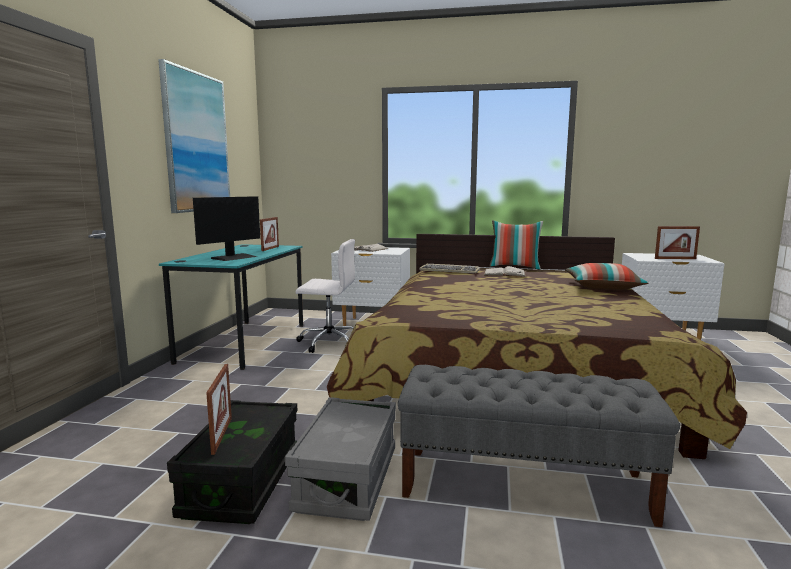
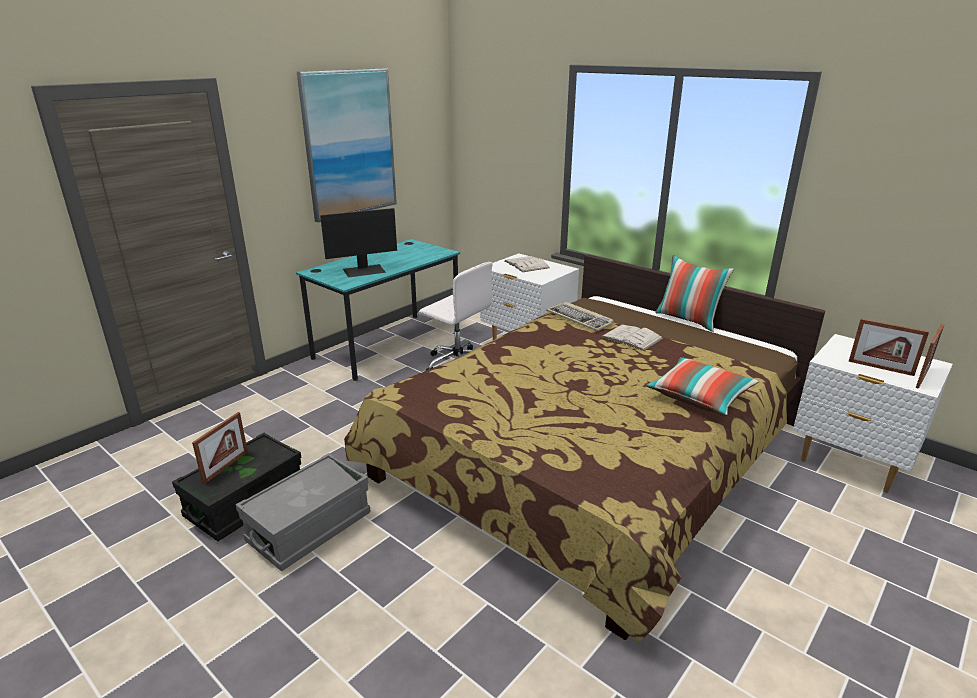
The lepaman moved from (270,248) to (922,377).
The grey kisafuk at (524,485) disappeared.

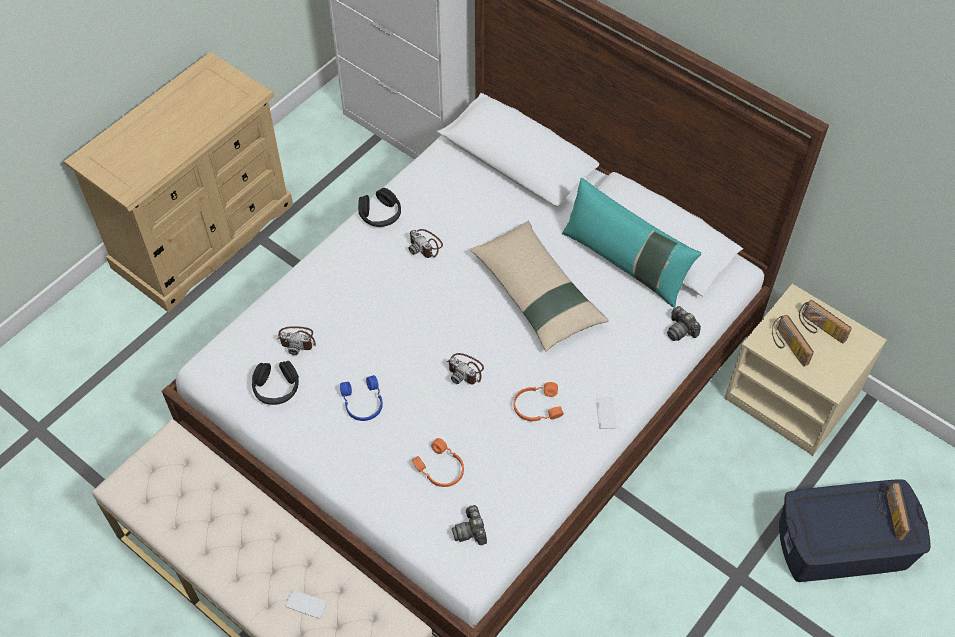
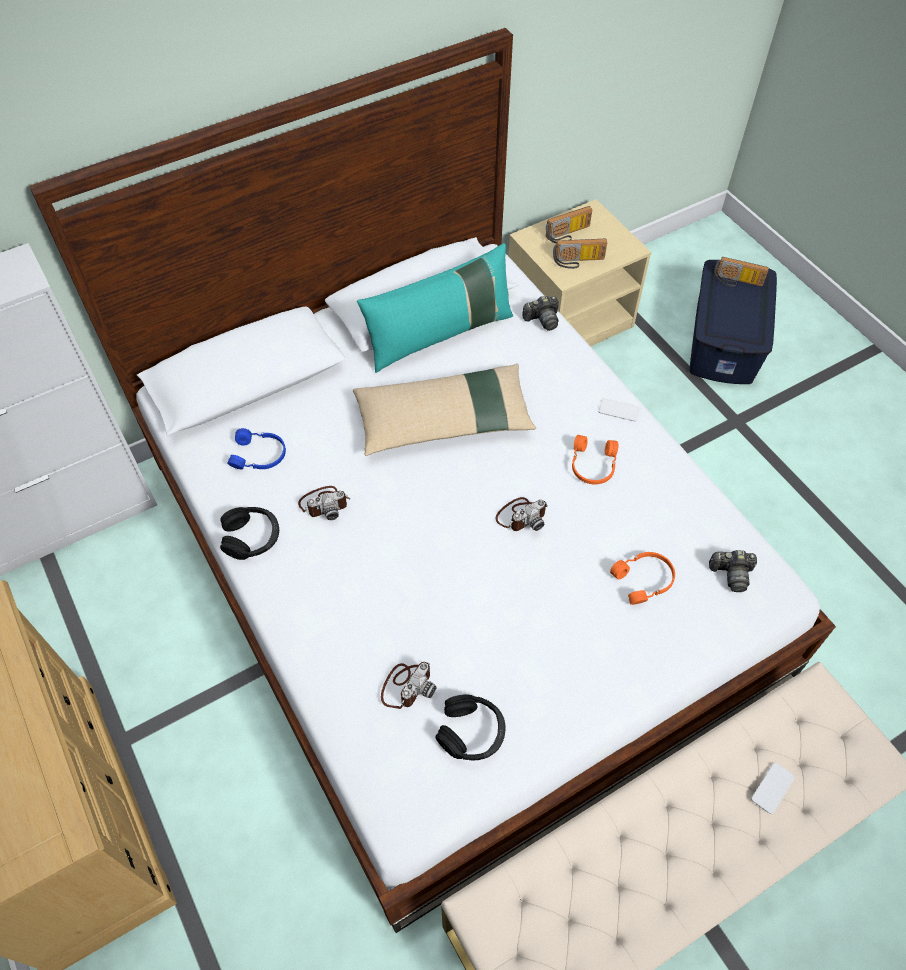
The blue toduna moved from (362,403) to (259,456).

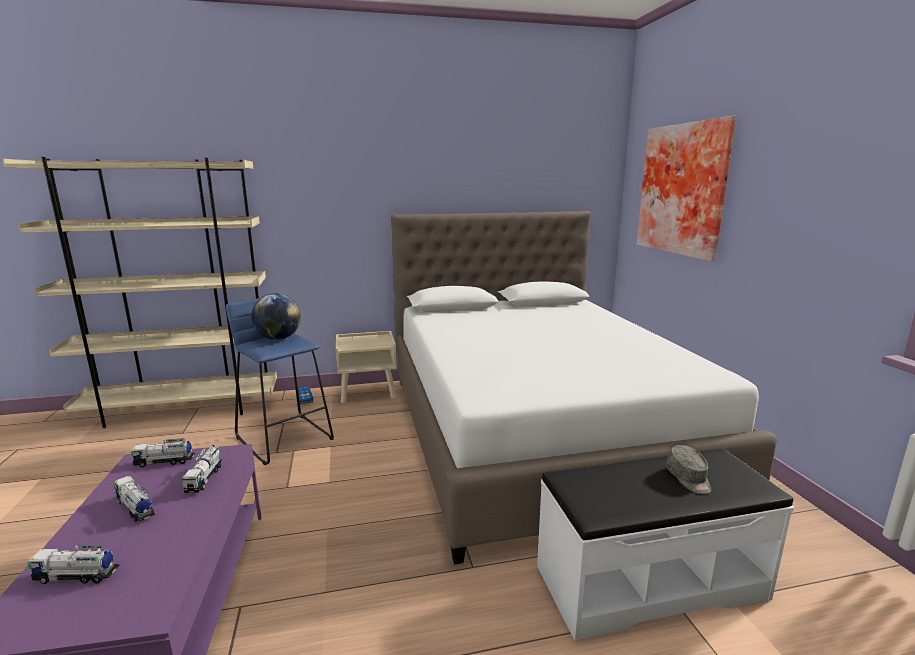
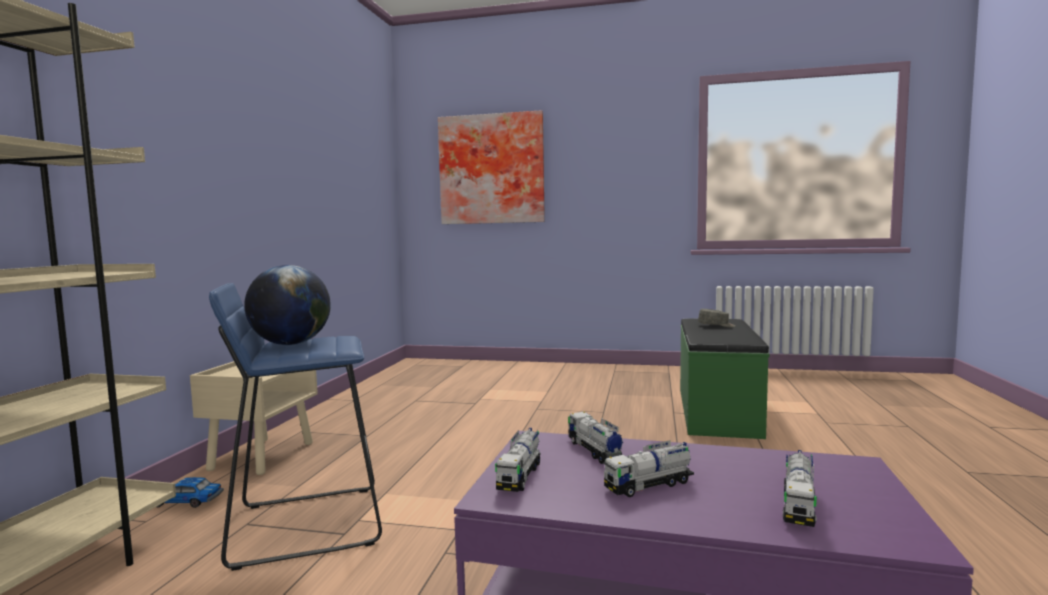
The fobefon at (204,478) turned 135 degrees counterclockwise.
The white kisafuk at (648,581) became the green kisafuk at (716,411).
The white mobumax at (535,432) disappeared.

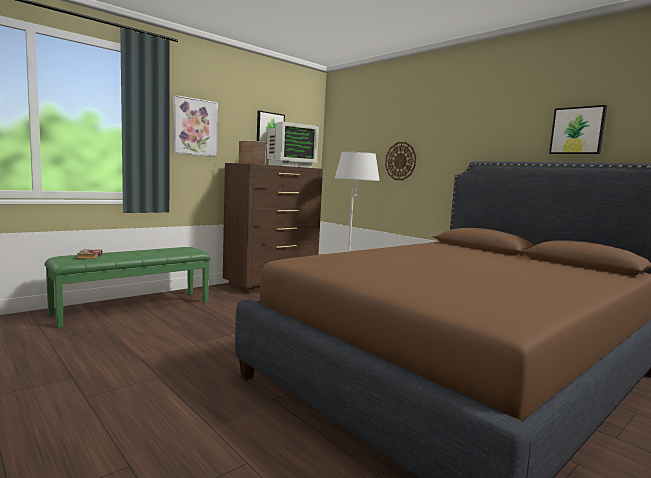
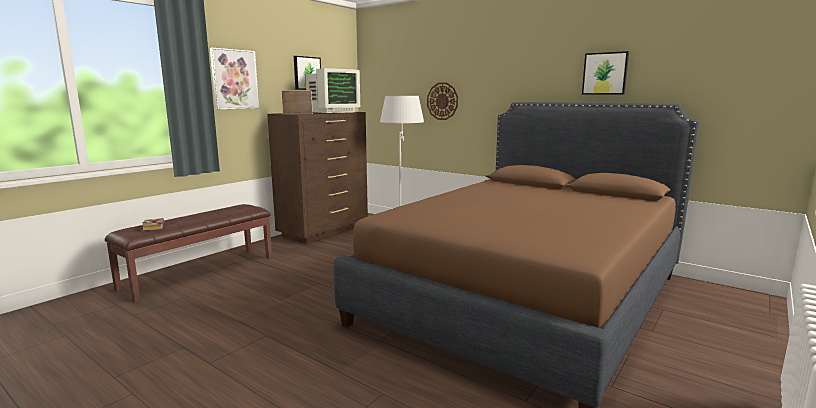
The green kisafuk at (134,308) became the brown kisafuk at (200,272).

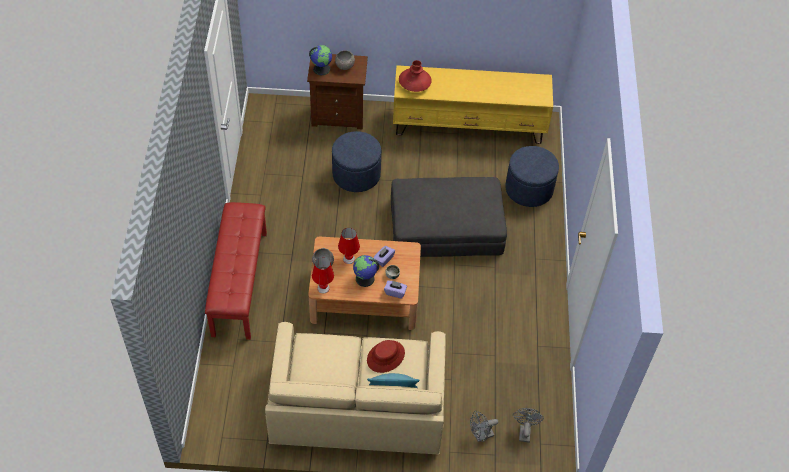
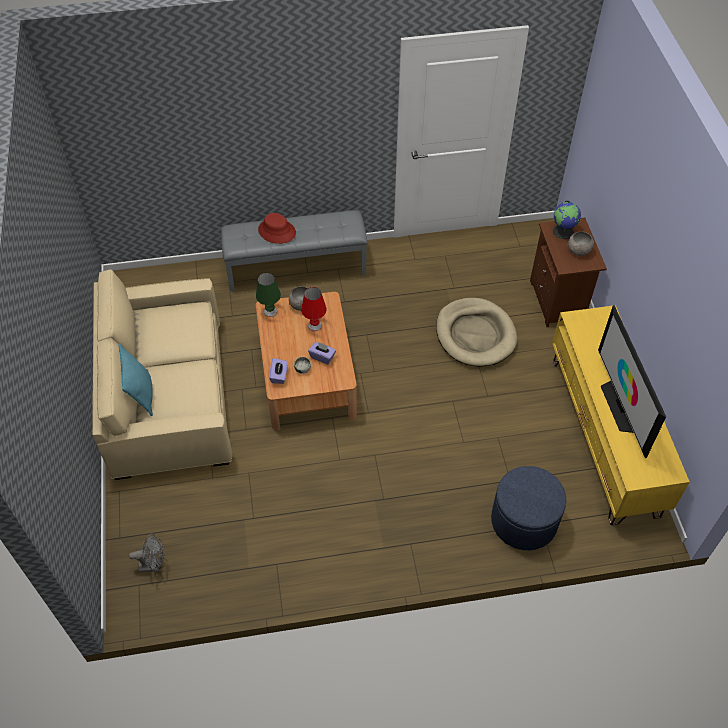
The red kisafuk at (239,283) became the grey kisafuk at (296,267).
The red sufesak at (323,288) became the green sufesak at (270,311).
The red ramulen moved from (386,357) to (277,231).
The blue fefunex at (356,174) was replaced by the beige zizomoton at (475,335).
The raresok at (621,406) appeared.
The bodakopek at (365,279) disappeared.
The grey fefunex at (446,226) disappeared.
The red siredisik at (414,84) disappeared.
The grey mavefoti at (481,436) disappeared.

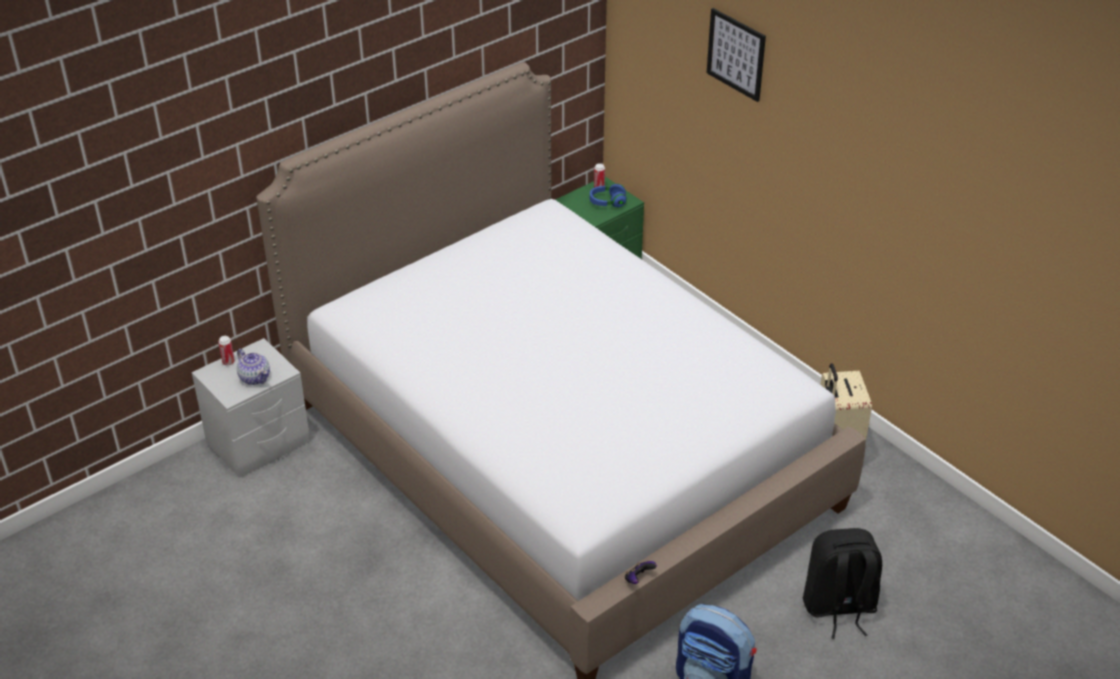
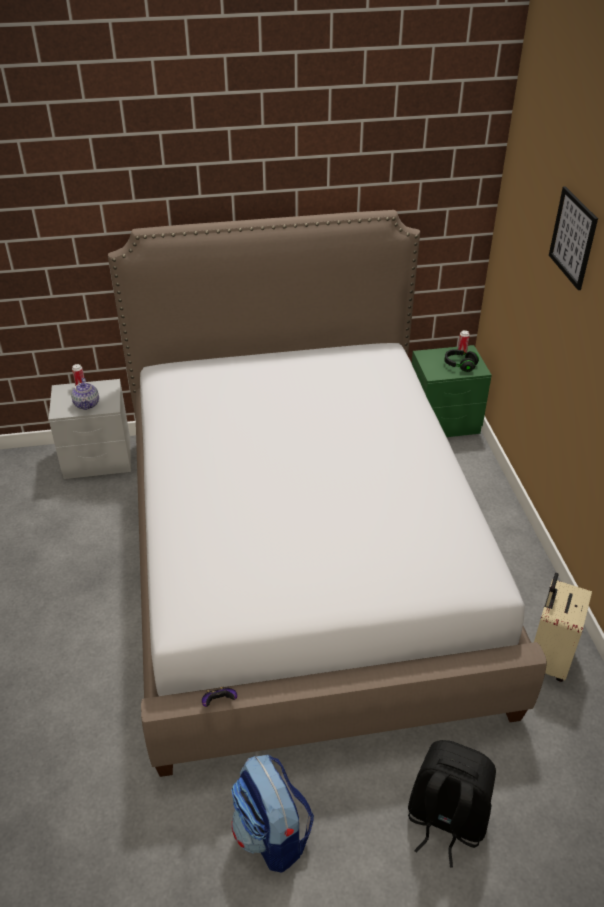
The blue toduna at (607,202) became the black toduna at (460,365).

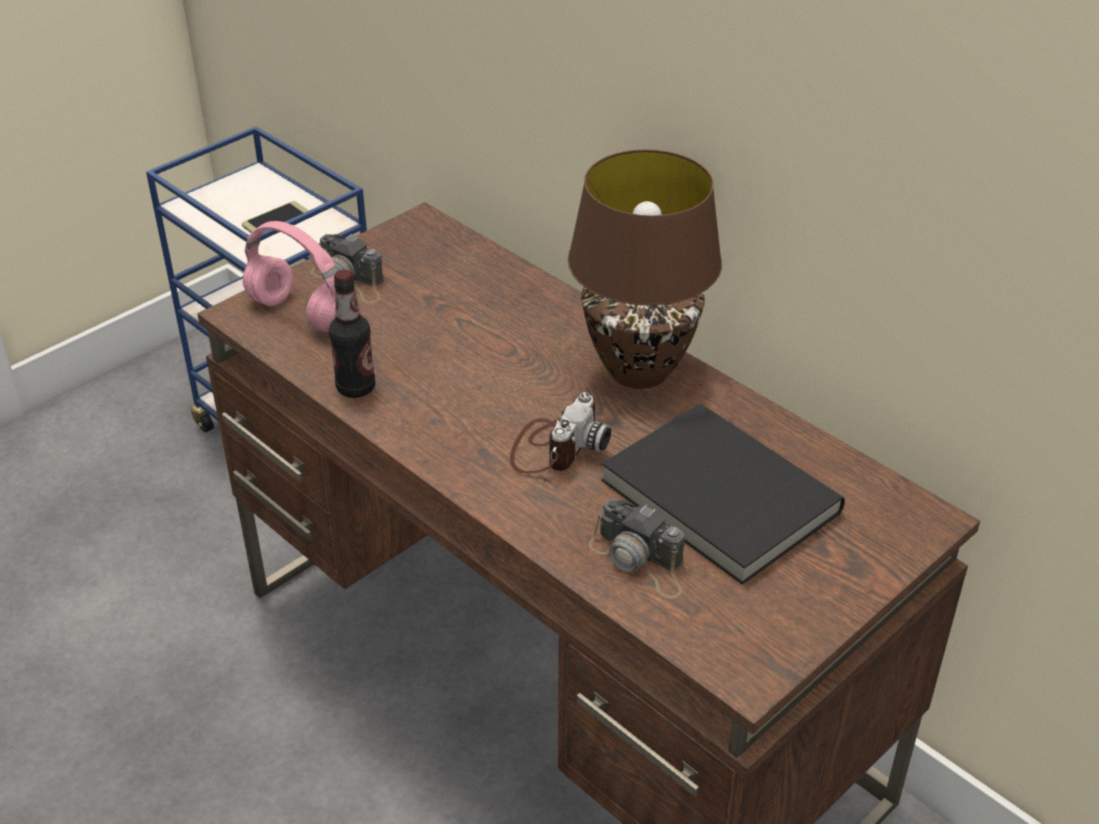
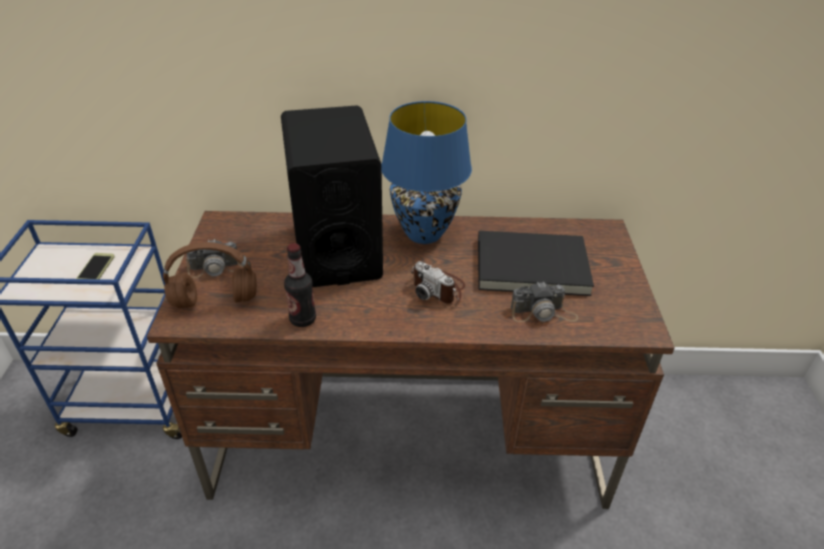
The pink toduna at (302,314) became the brown toduna at (216,300).
The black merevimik at (336,250) appeared.
The brown sufesak at (637,371) became the blue sufesak at (424,234).
The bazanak at (555,446) turned 150 degrees clockwise.

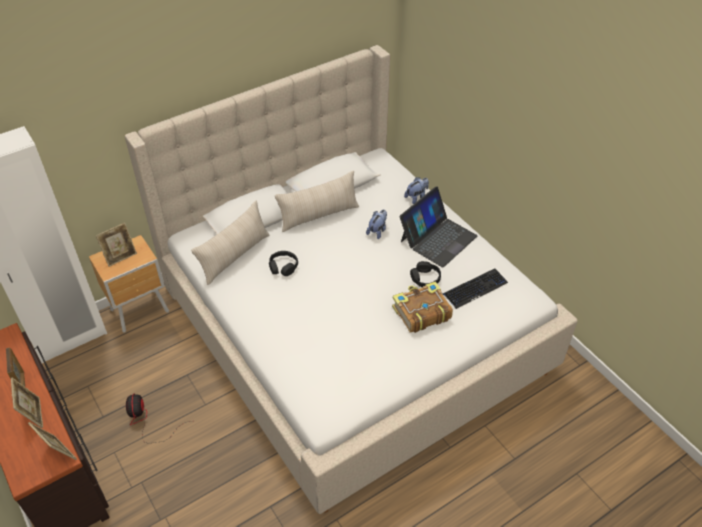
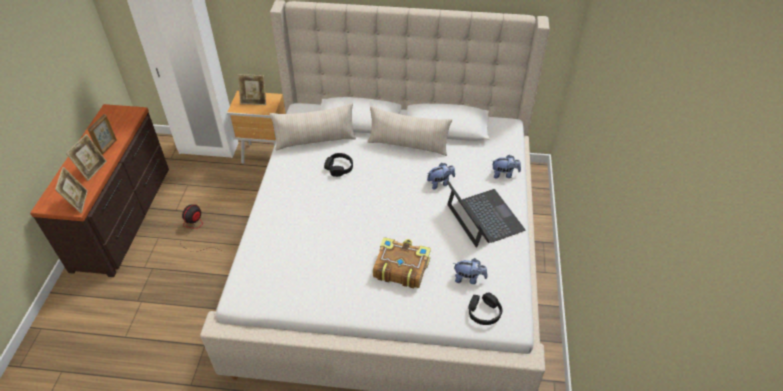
The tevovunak at (437,238) turned 105 degrees counterclockwise.
The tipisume at (475,289) was replaced by the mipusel at (468,278).
The black toduna moved from (425,278) to (484,312).

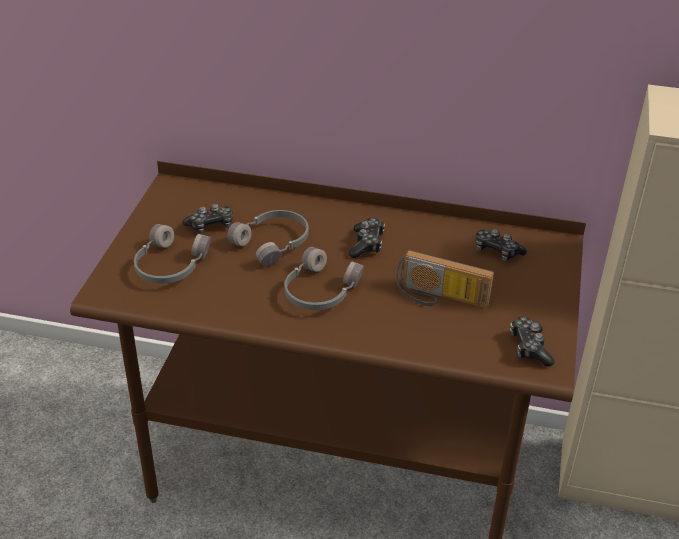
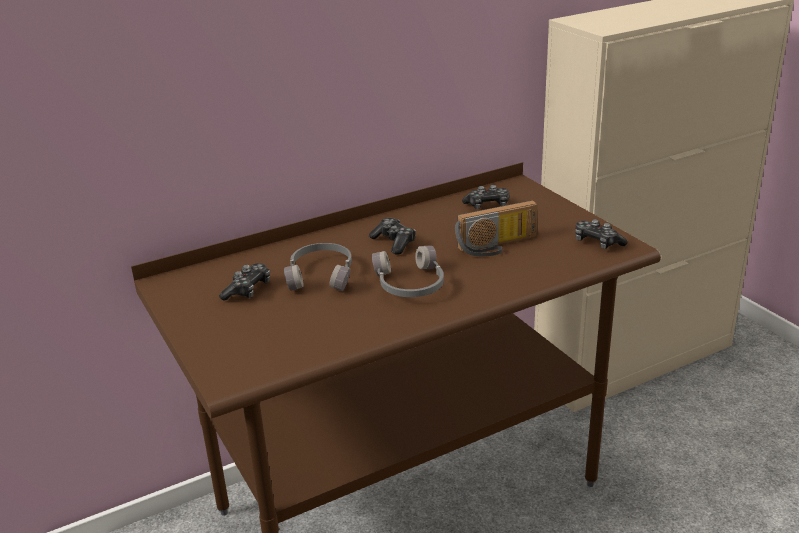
The grey toduna at (169,265) disappeared.

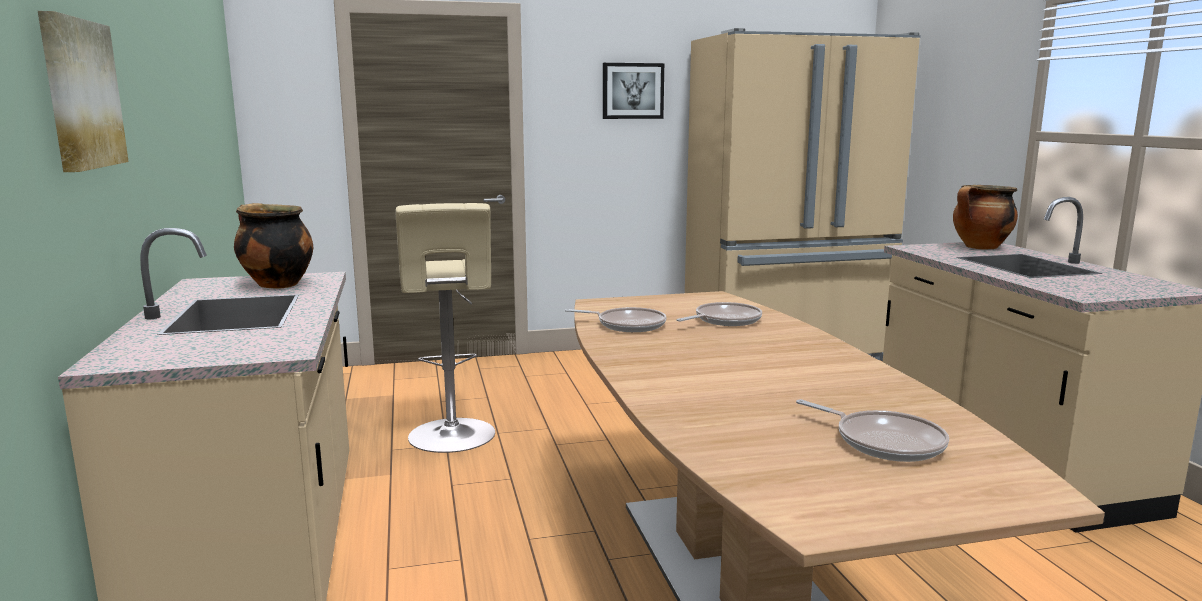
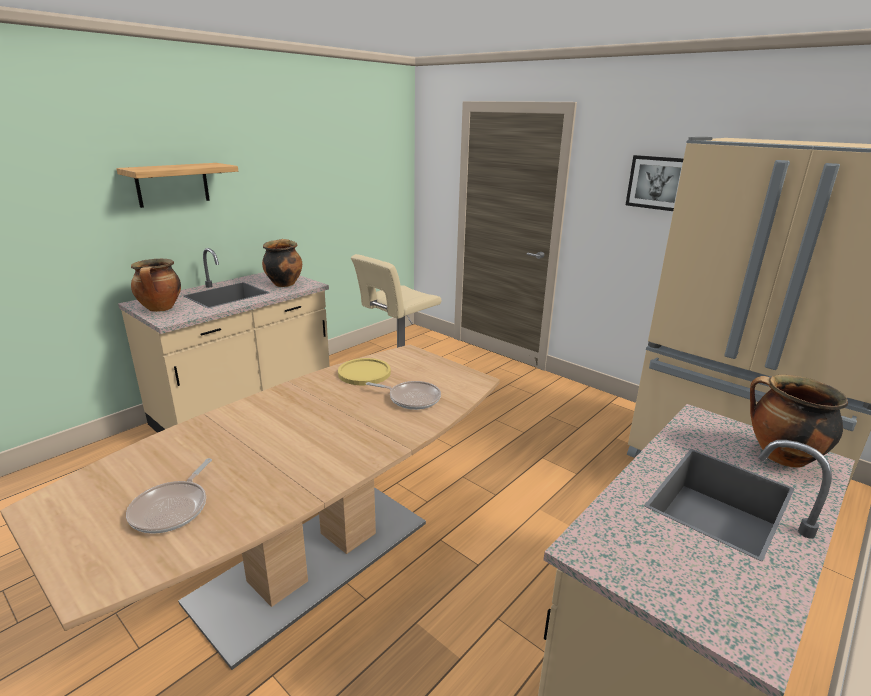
The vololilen at (80,94) was replaced by the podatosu at (172,184).
The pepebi at (161,309) appeared.
The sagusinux at (627,325) was replaced by the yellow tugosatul at (364,373).

